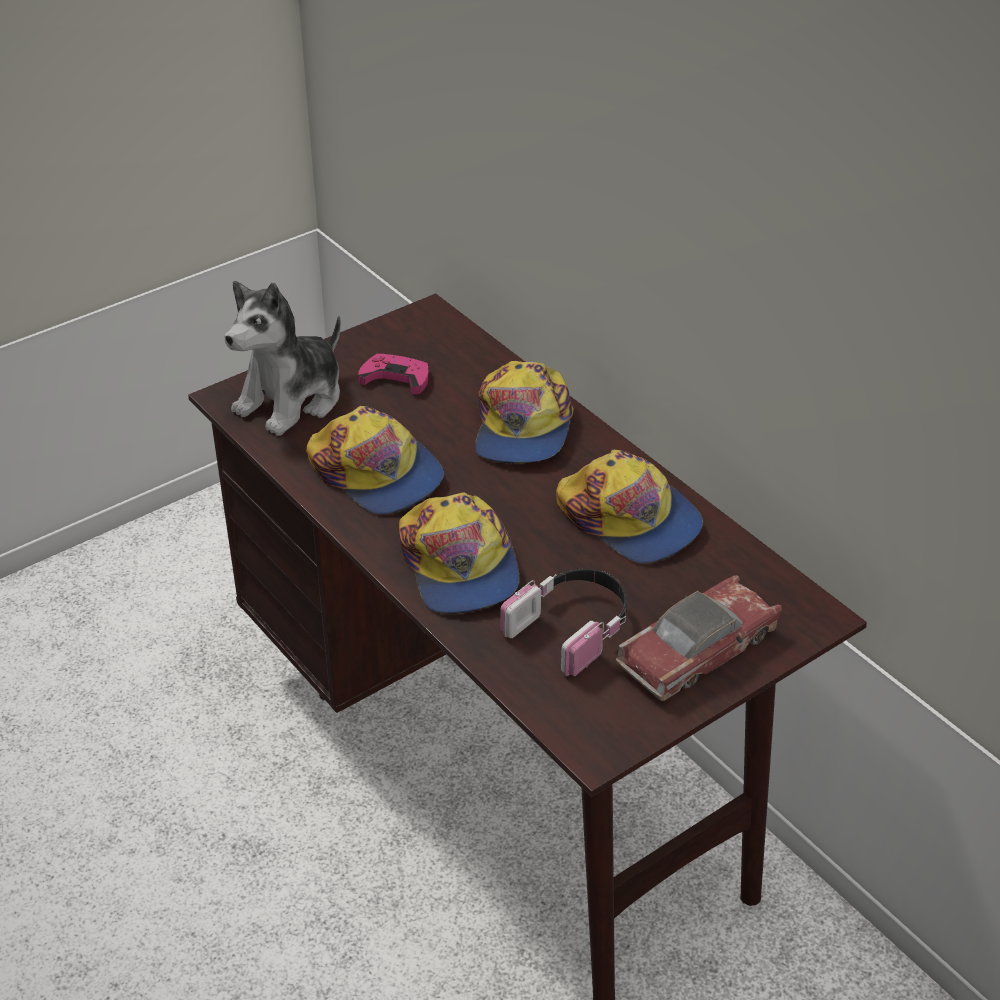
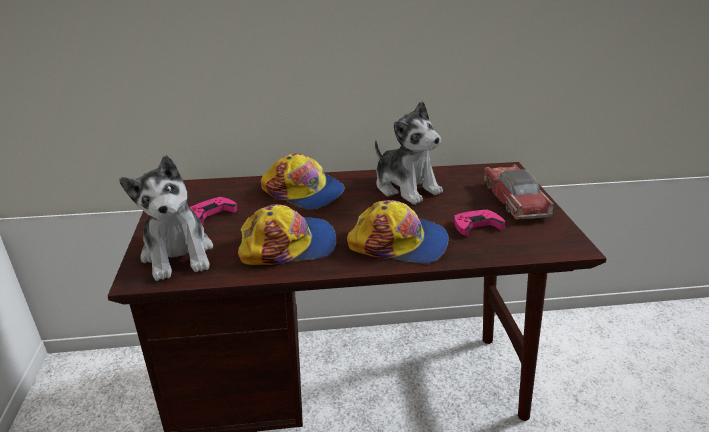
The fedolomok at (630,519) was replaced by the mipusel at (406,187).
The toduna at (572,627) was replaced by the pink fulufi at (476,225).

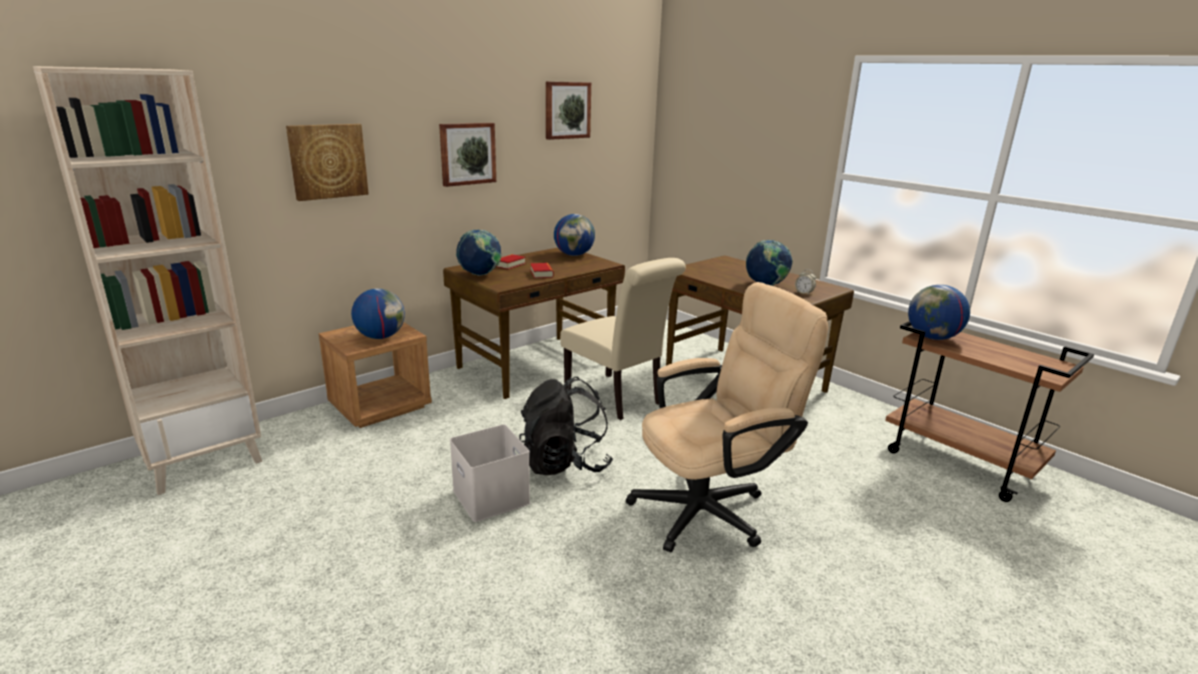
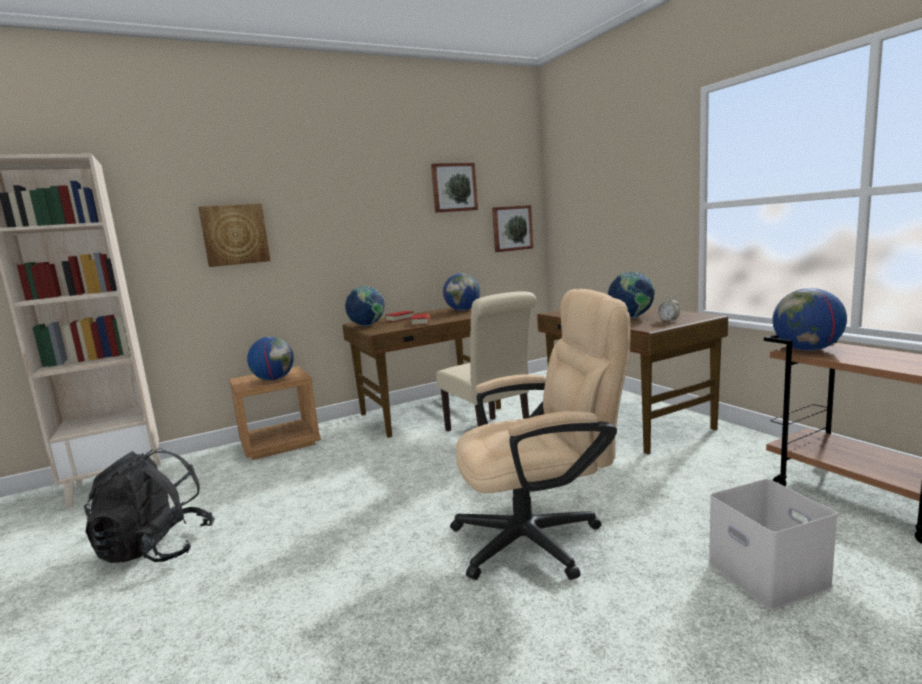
The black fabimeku moved from (564,463) to (156,549).
The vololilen moved from (467,153) to (512,228).
The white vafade moved from (489,496) to (764,574).

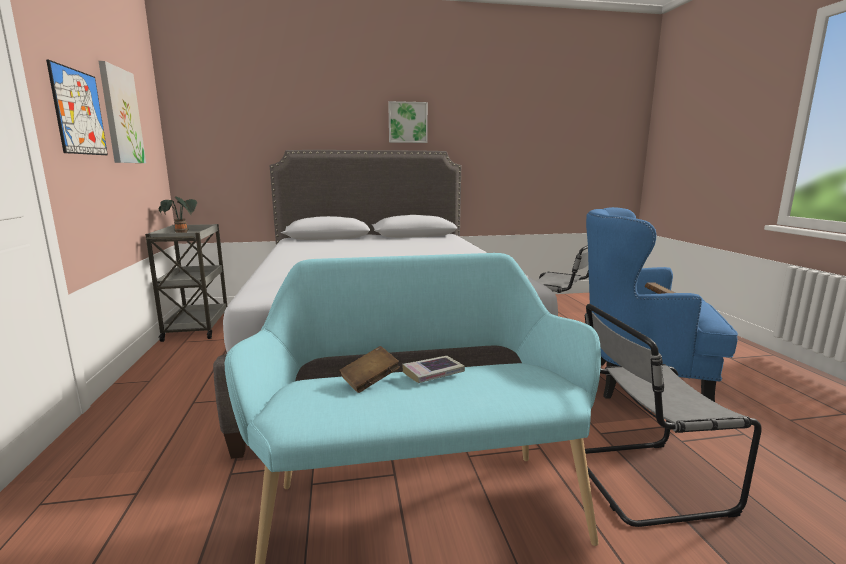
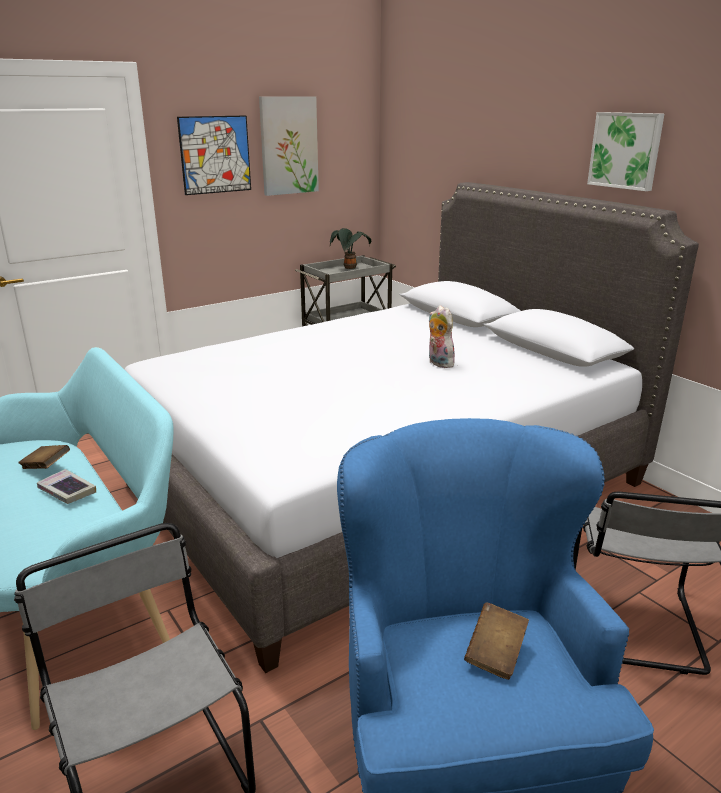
The mipusel at (438,363) appeared.

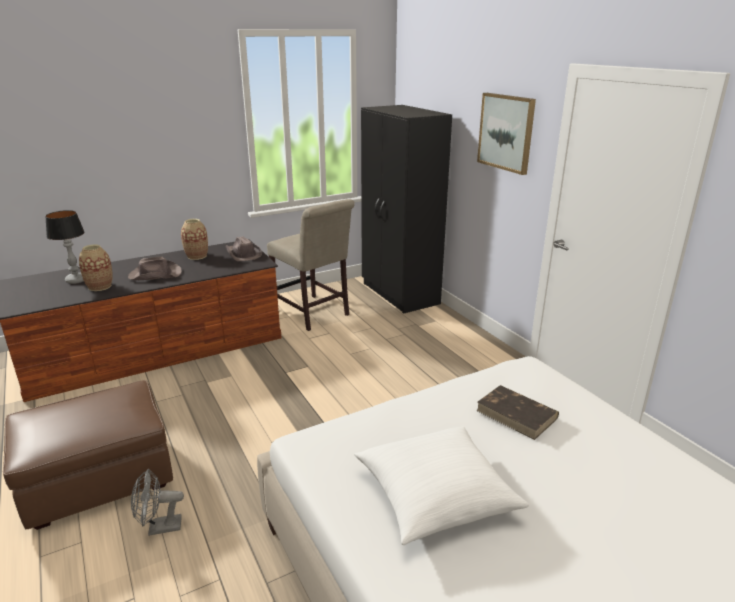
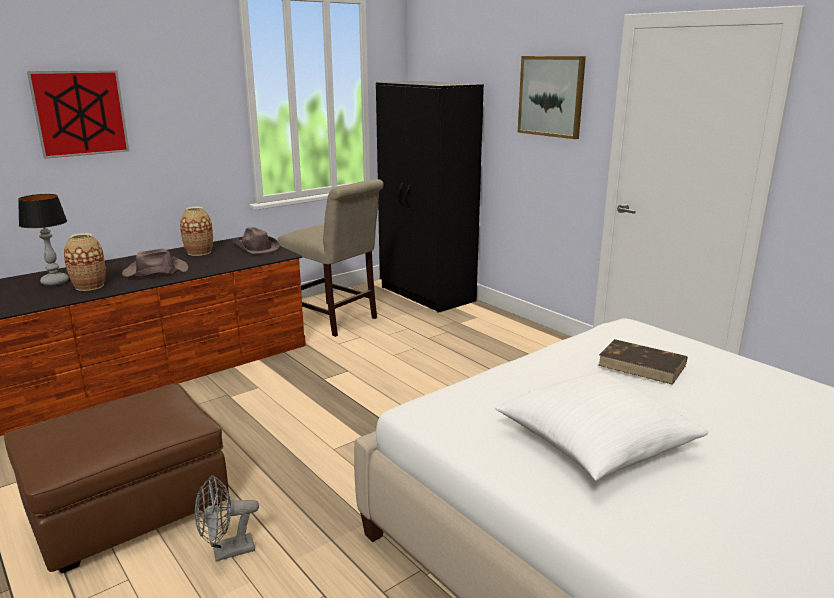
The vololilen at (80,113) appeared.

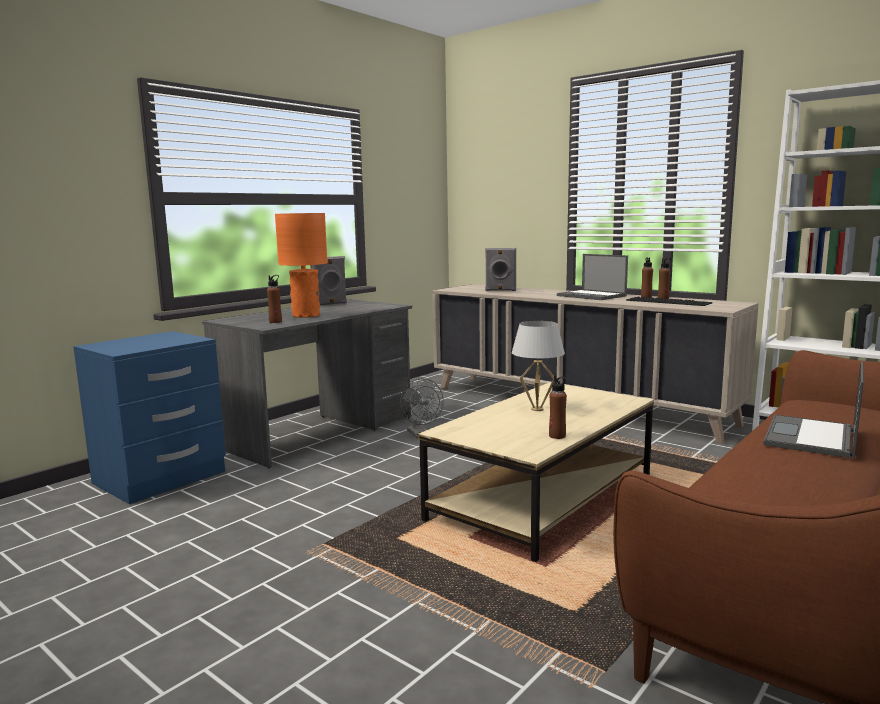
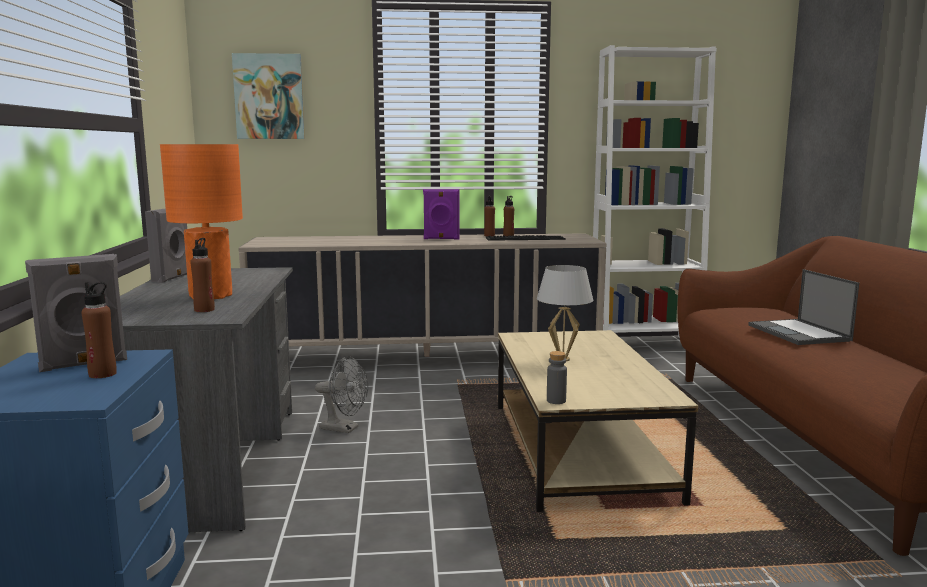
The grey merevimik moved from (500,290) to (84,364).
The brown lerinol moved from (557,436) to (103,374).
The vololilen at (269,97) appeared.
The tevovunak at (592,296) was replaced by the purple merevimik at (441,239).
The grey lerinol at (556,401) appeared.

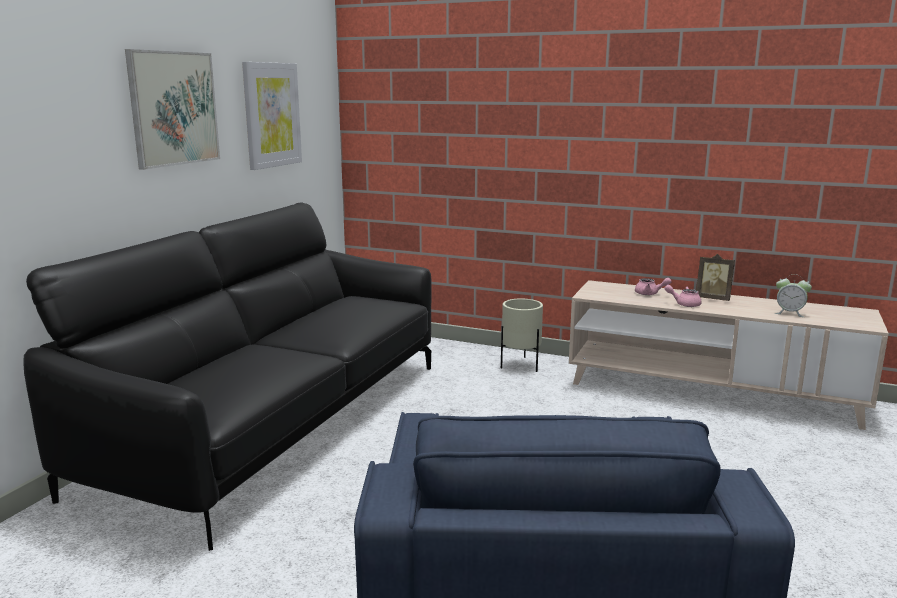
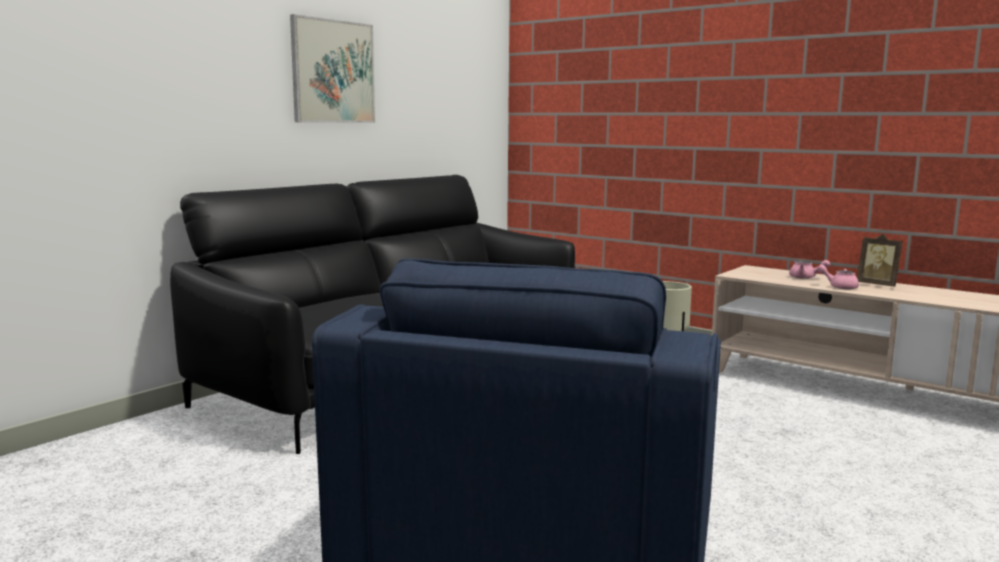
The vololilen at (272,115) disappeared.
The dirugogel at (789,313) disappeared.

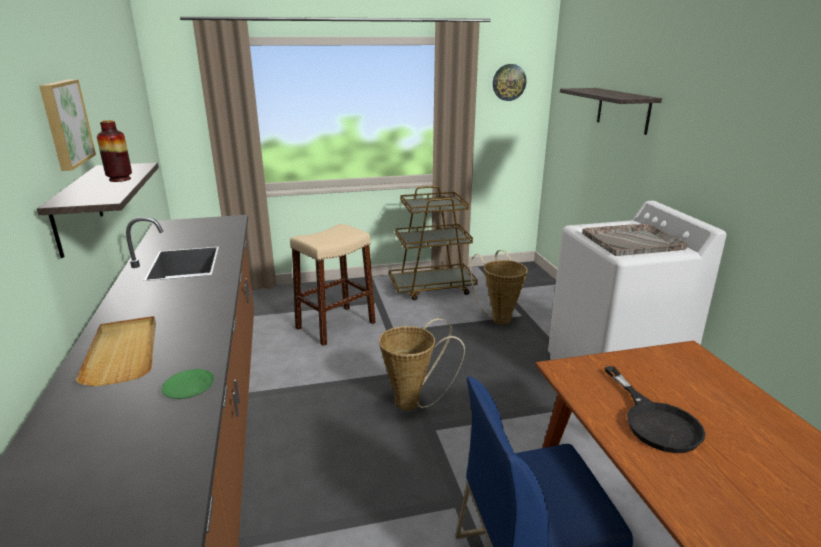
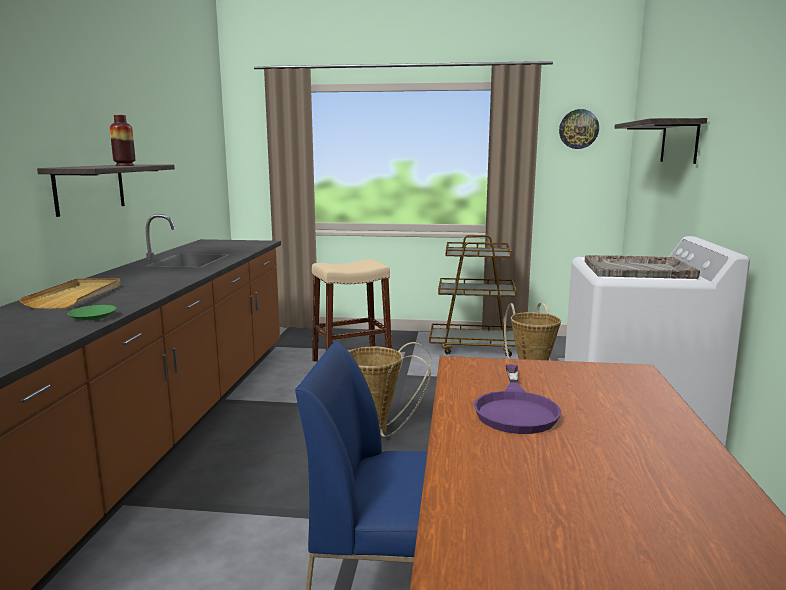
The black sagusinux at (655,420) became the purple sagusinux at (515,408).
The vololilen at (64,123) disappeared.

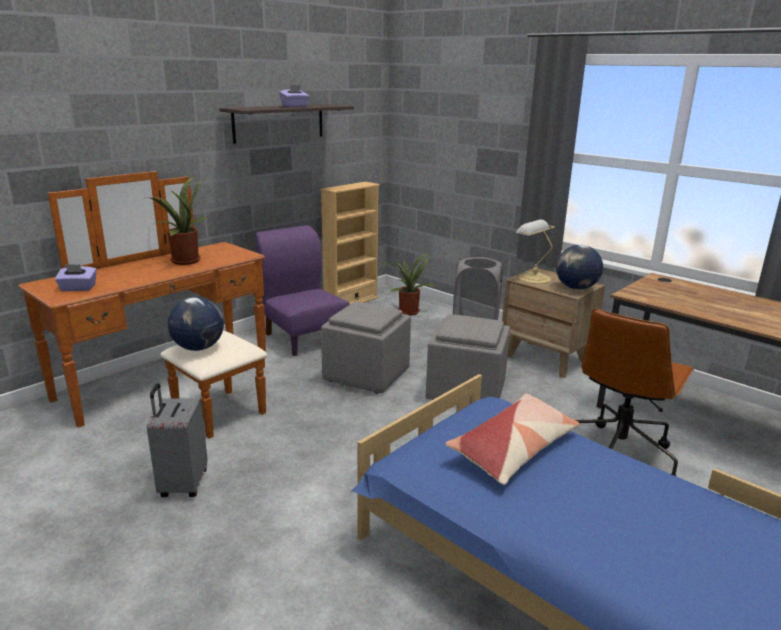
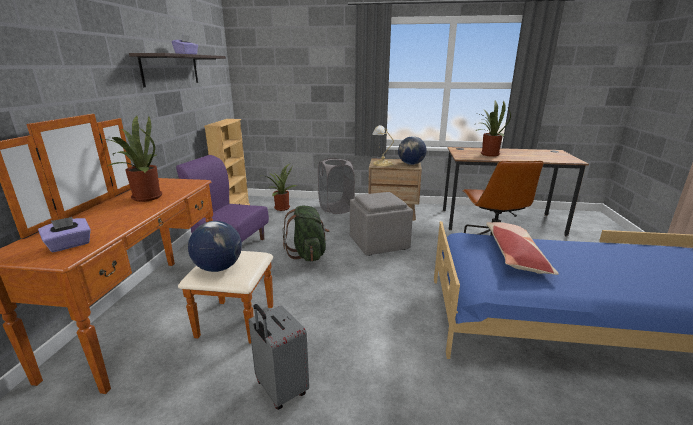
The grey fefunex at (366,374) was replaced by the green fabimeku at (308,254).
The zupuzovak at (487,154) appeared.

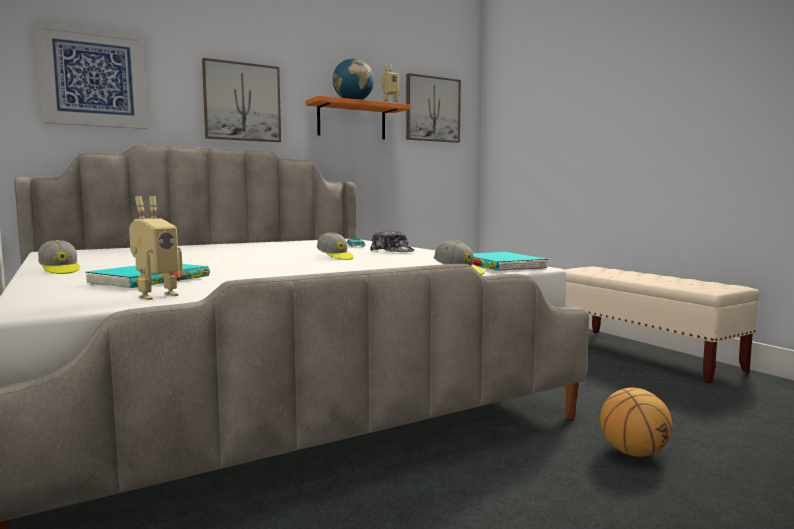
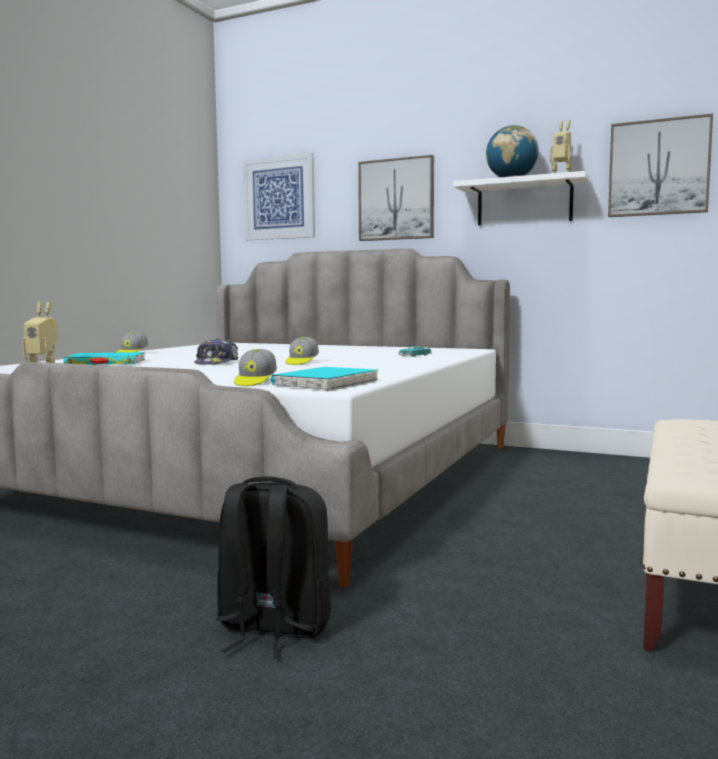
The fedolomok moved from (392,251) to (217,363).
The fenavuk at (633,453) was replaced by the black fabimeku at (272,628).
The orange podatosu at (351,121) became the white podatosu at (524,202).

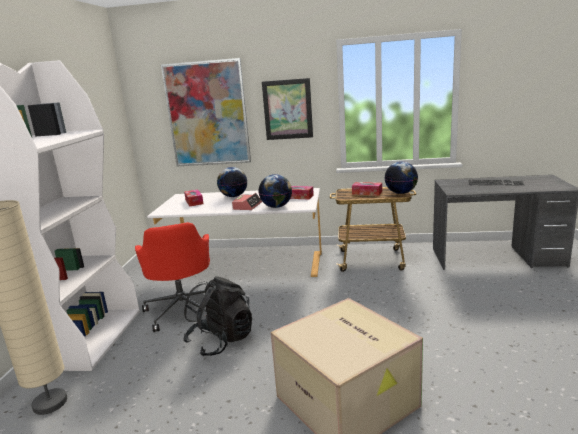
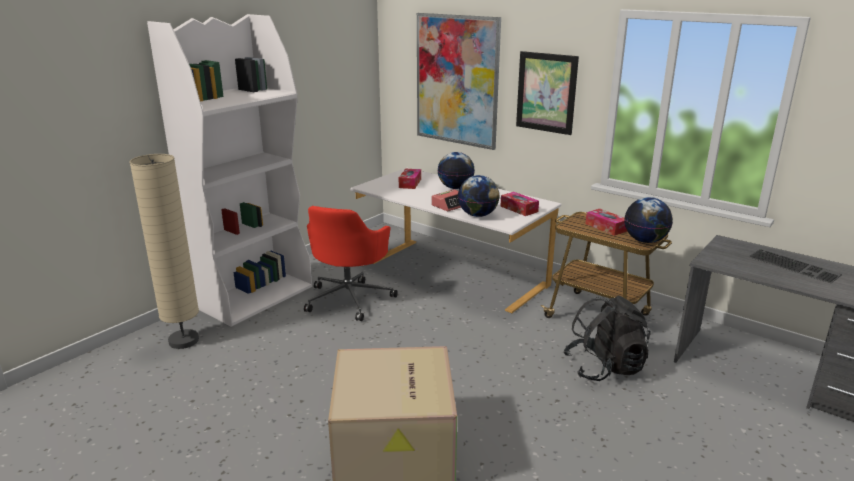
The black fabimeku moved from (221,340) to (604,367).

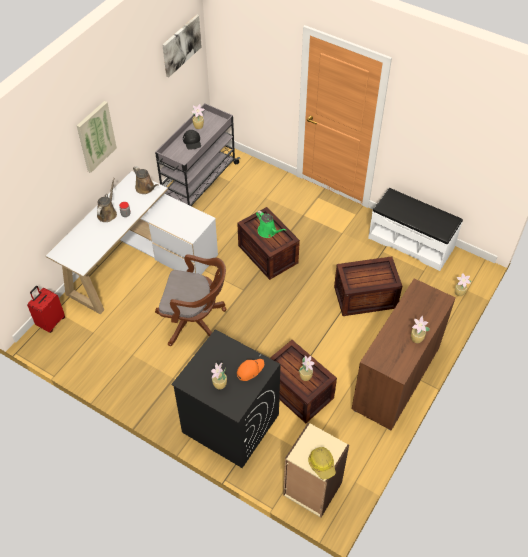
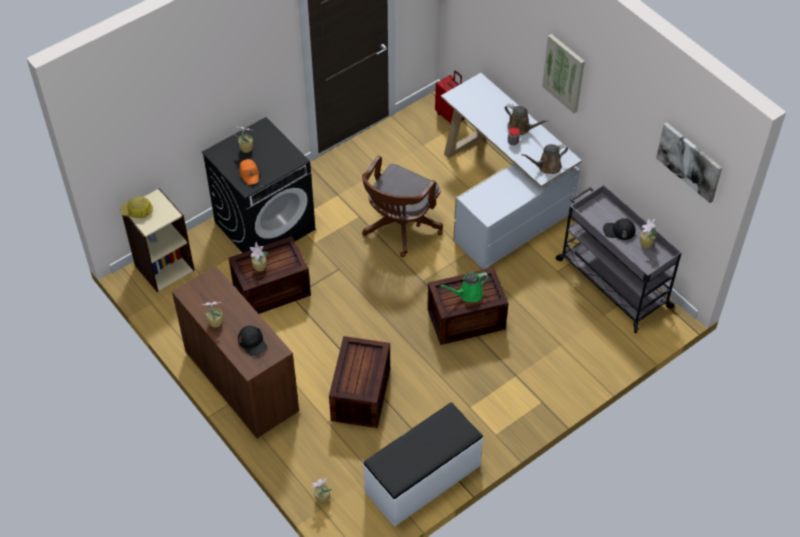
The black fedolomok at (252,342) appeared.

